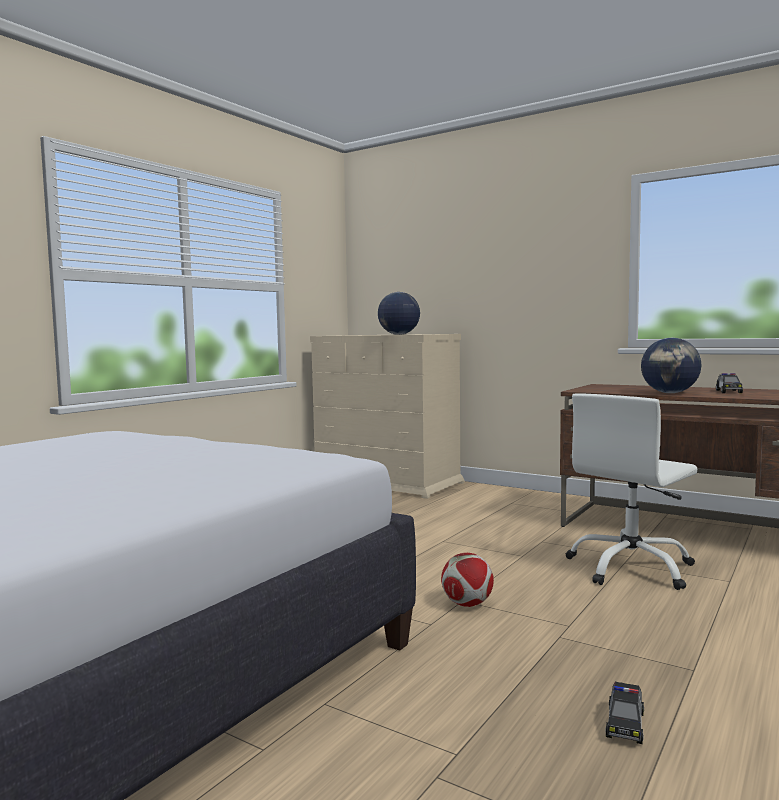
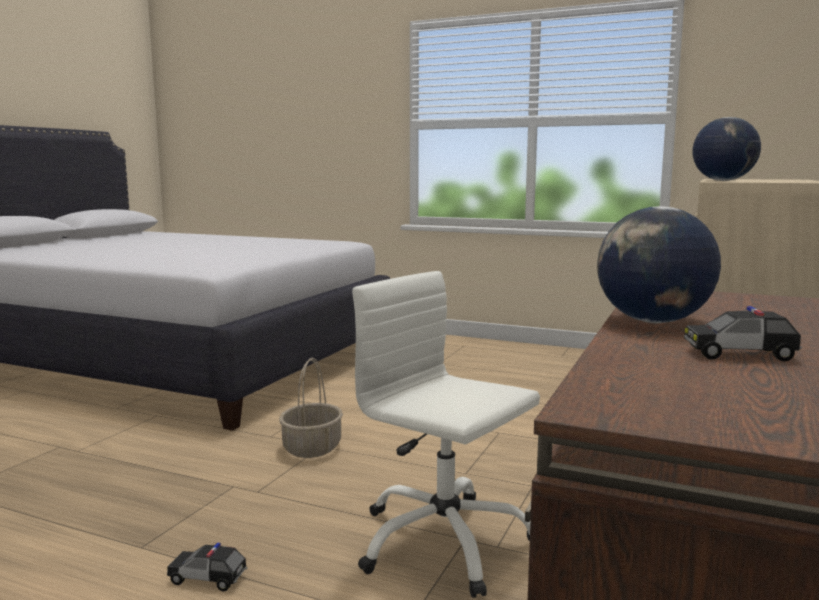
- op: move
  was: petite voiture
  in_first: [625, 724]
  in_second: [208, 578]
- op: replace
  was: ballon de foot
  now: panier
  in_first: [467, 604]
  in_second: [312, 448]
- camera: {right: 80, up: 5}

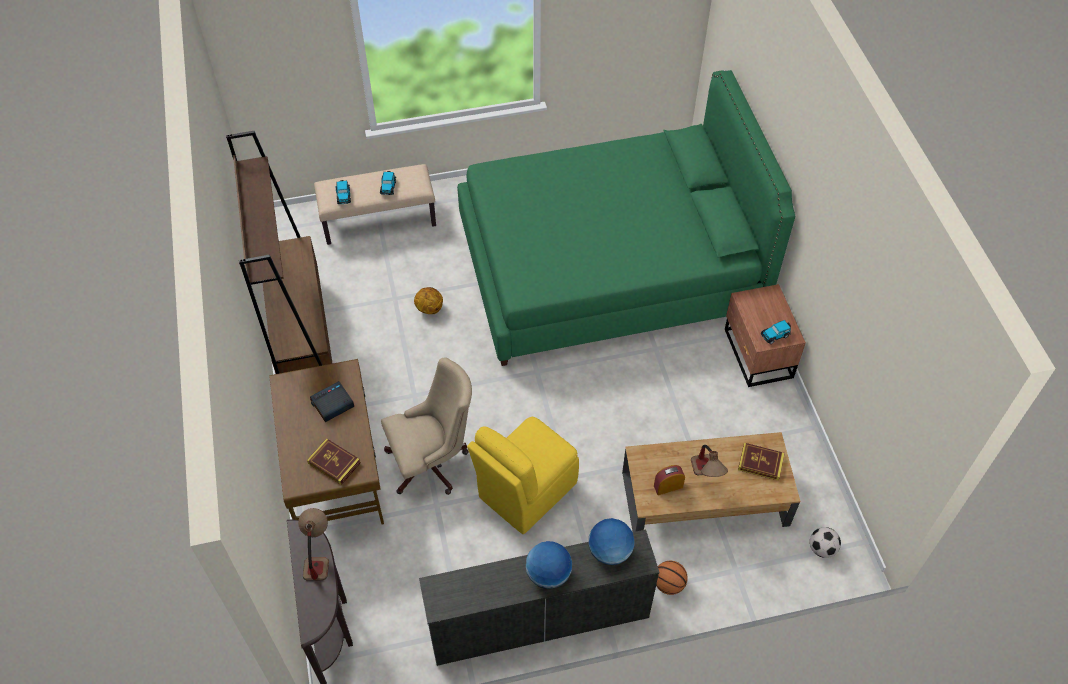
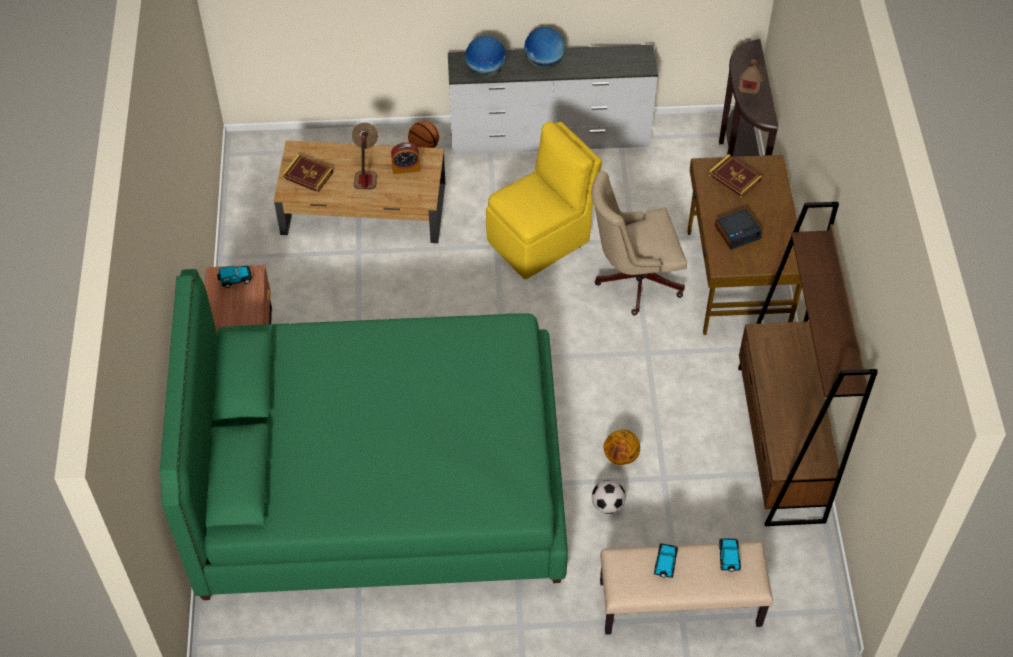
- op: move
  was: ballon de foot
  in_first: [822, 549]
  in_second: [607, 505]
- camera: {right: -170, up: 0}

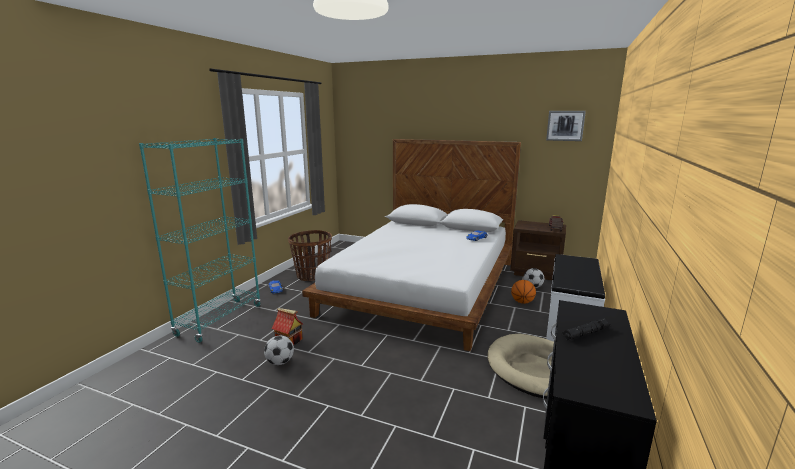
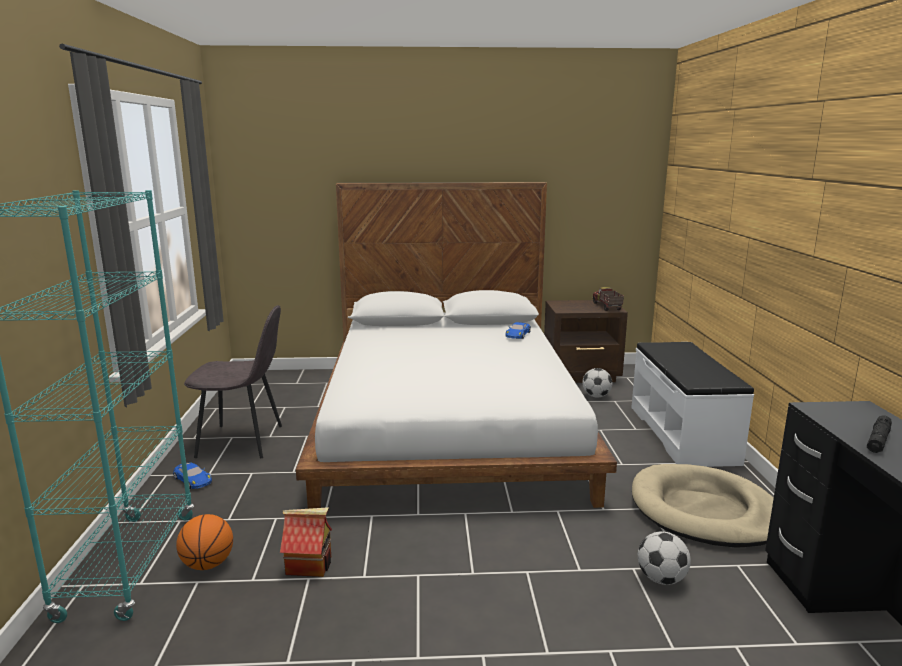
- op: move
  was: ballon de basket
  in_first: [522, 302]
  in_second: [208, 564]
- op: replace
  was: panier
  now: chaise (gris)
  in_first: [312, 275]
  in_second: [243, 441]
- op: move
  was: ballon de foot
  in_first: [280, 362]
  in_second: [661, 579]
- op: delete
  was: tableau
  in_first: [565, 125]
- camera: {right: -25, up: 0}

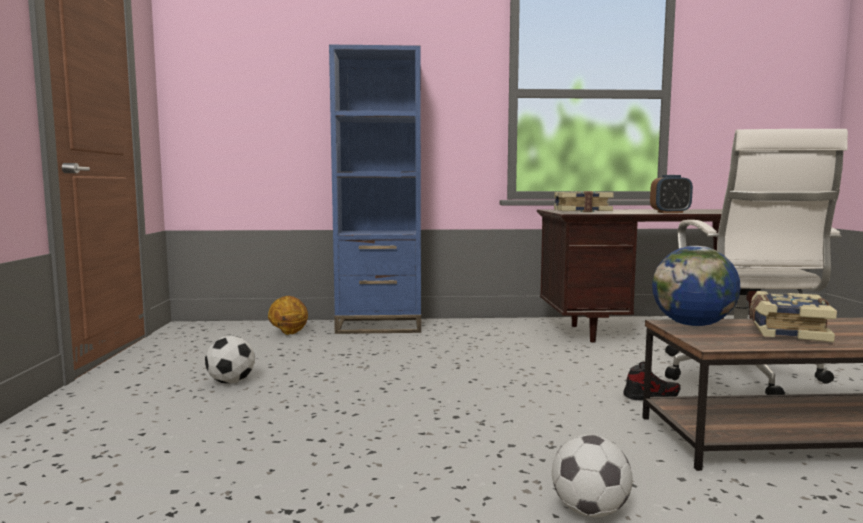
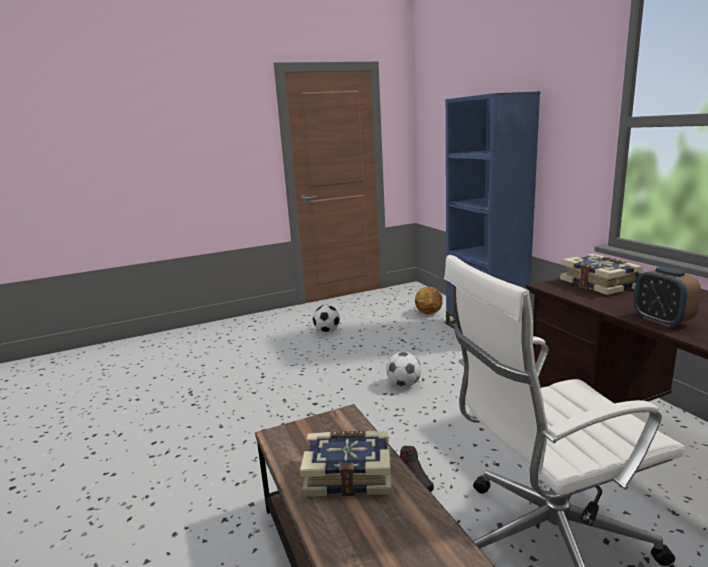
- op: move
  was: ballon de foot
  in_first: [590, 511]
  in_second: [404, 384]
- op: delete
  was: globe
  in_first: [693, 325]
- camera: {right: 70, up: 10}

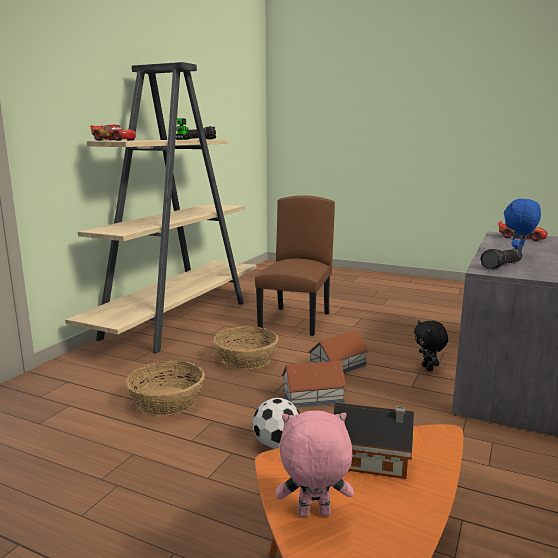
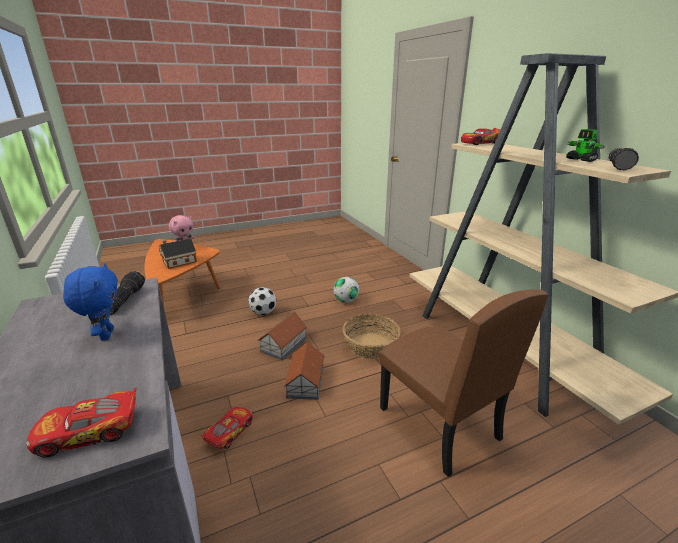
- op: replace
  was: peluche (noir)
  now: petite voiture
  in_first: [428, 368]
  in_second: [229, 432]
- op: replace
  was: panier
  now: ballon de foot
  in_first: [166, 401]
  in_second: [346, 300]
- camera: {right: 130, up: 10}

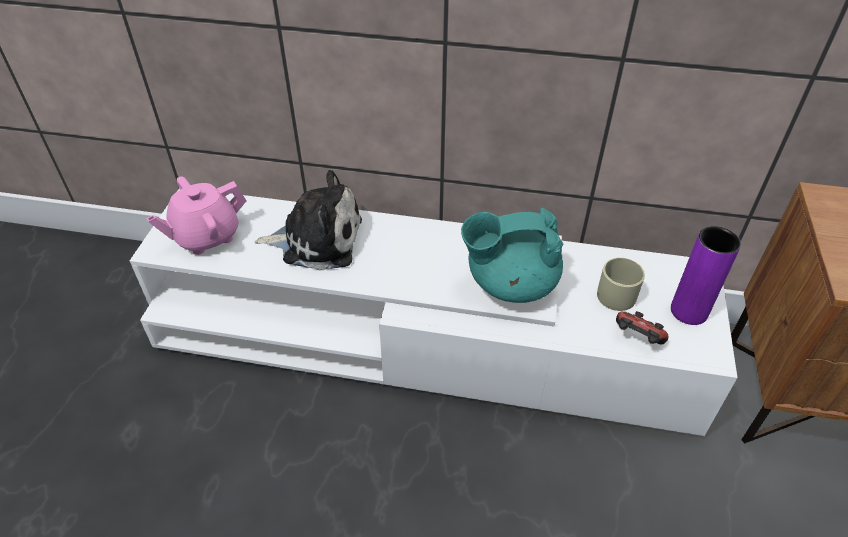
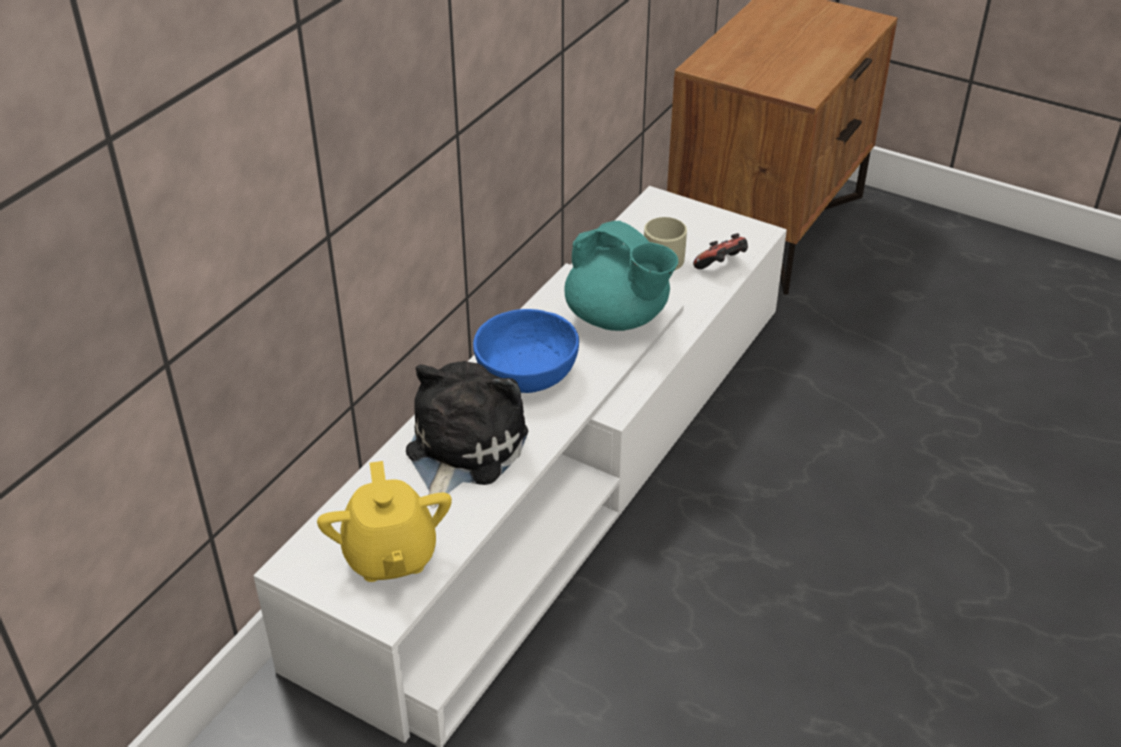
- op: recolor
  was: théière (rose)
  now: théière (jaune)
  in_first: [206, 236]
  in_second: [390, 555]
- op: insert
  now: bol (bleu)
  in_second: [526, 372]
- op: rotate
  was: théière (turquoise)
  in_first: [510, 283]
  in_second: [618, 317]
  clockwise: -60
- op: delete
  was: vase (violet)
  in_first: [689, 311]
- camera: {right: -70, up: -5}

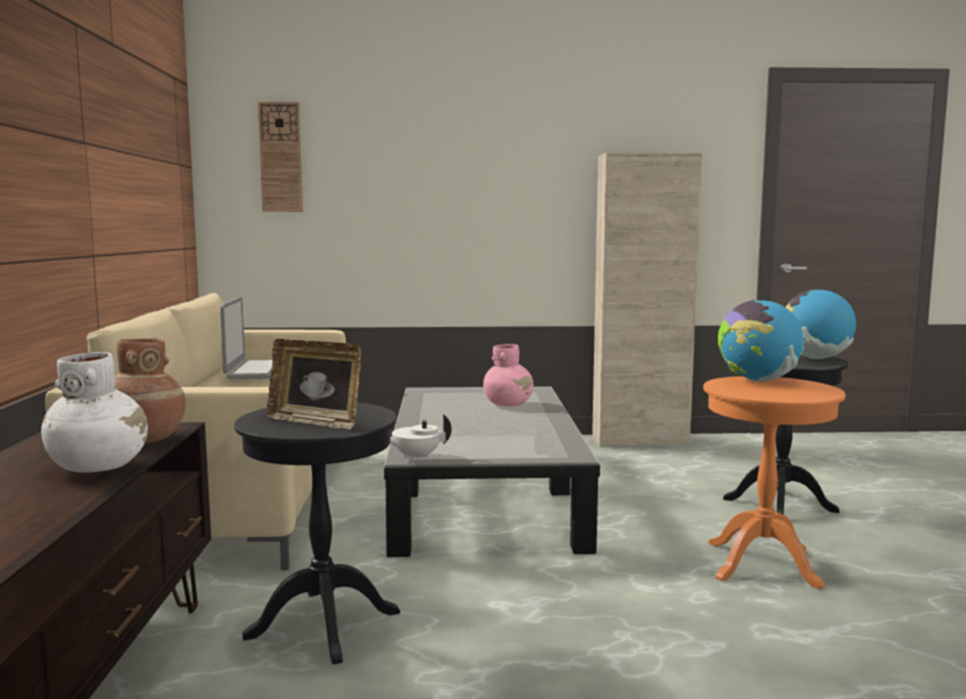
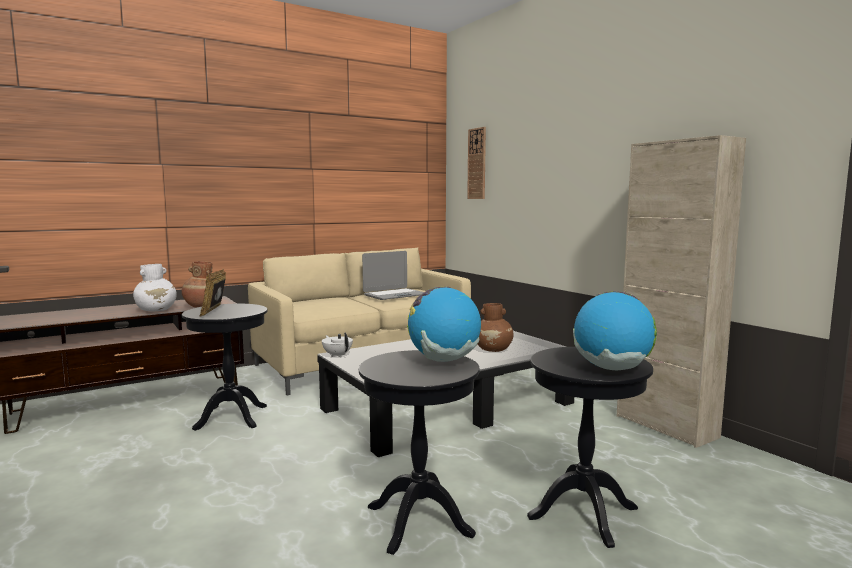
- op: recolor
  was: table d'appoint (orange)
  now: table d'appoint (noir)
  in_first: [762, 564]
  in_second: [419, 520]
- op: recolor
  was: vase (rose)
  now: vase (marron)
  in_first: [508, 405]
  in_second: [493, 350]
- camera: {right: 60, up: 0}

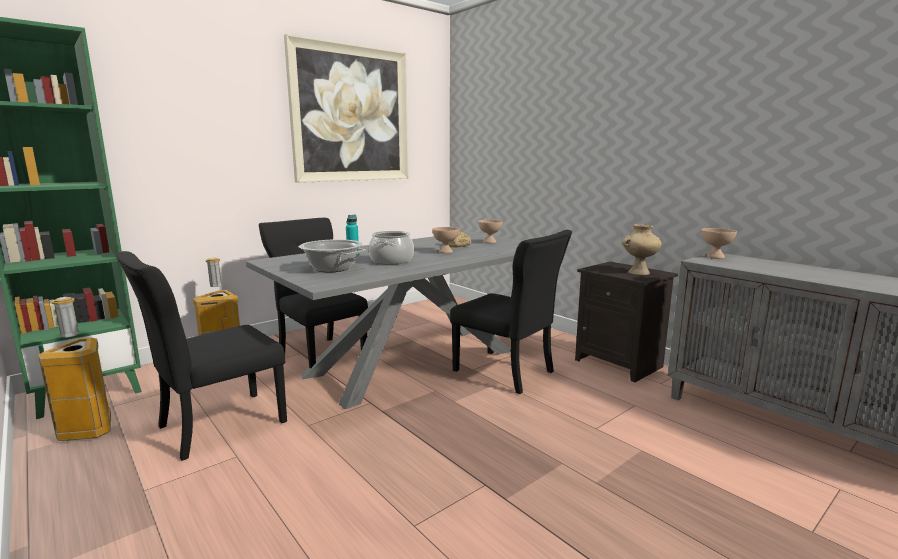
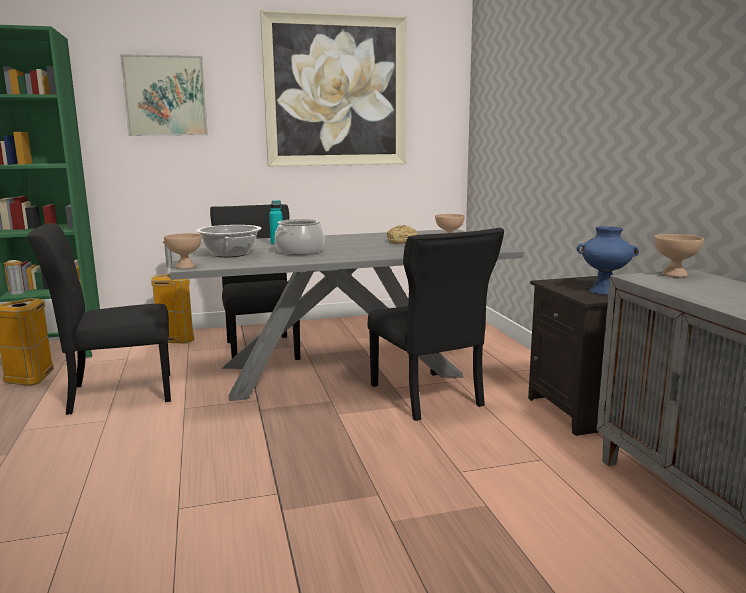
- op: insert
  now: tableau
  in_second: [165, 96]
- op: move
  was: bol (beige)
  in_first: [445, 252]
  in_second: [184, 267]
- op: recolor
  was: vase (beige)
  now: vase (bleu)
  in_first: [639, 272]
  in_second: [604, 291]
- camera: {right: 25, up: 0}

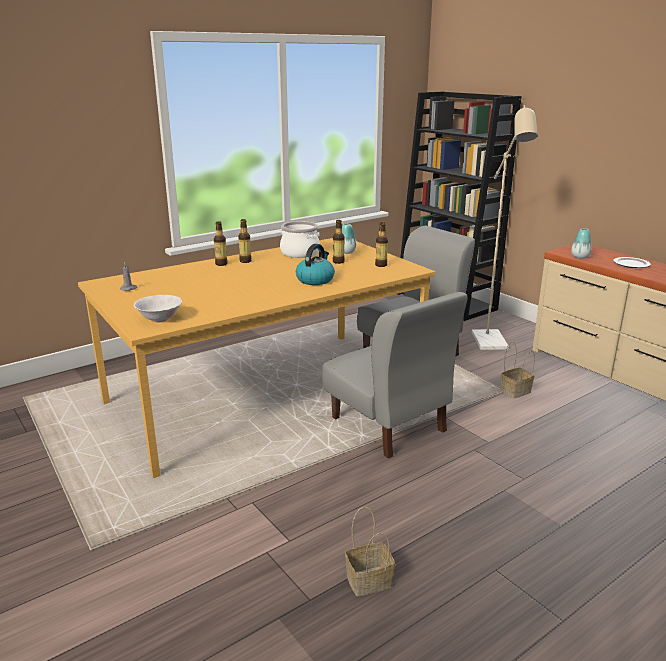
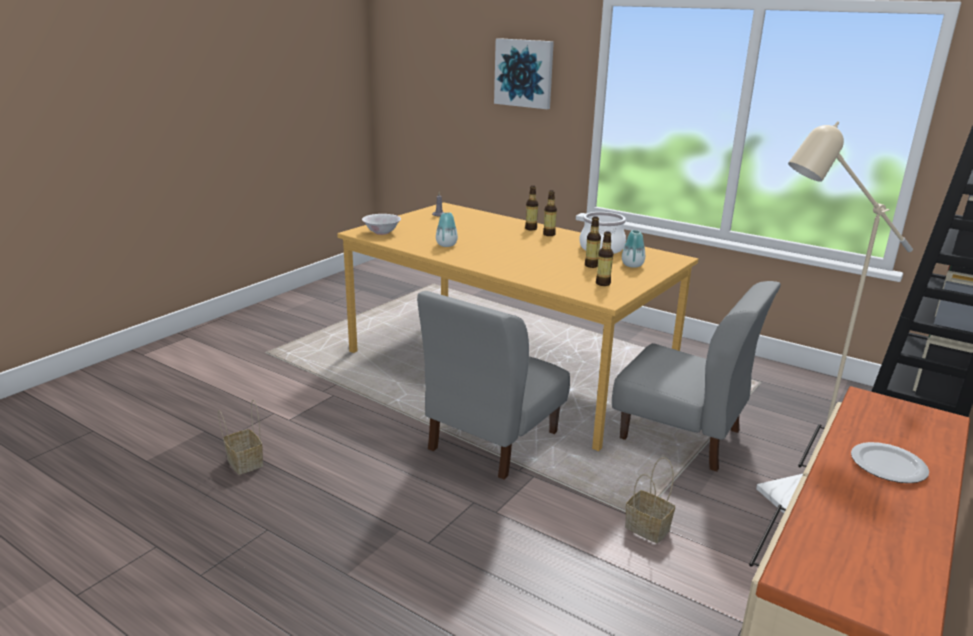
- op: move
  was: vase
  in_first: [580, 257]
  in_second: [446, 245]
- op: insert
  now: tableau
  in_second: [524, 73]
- op: delete
  was: bouilloire
  in_first: [315, 280]
- camera: {right: 70, up: 0}

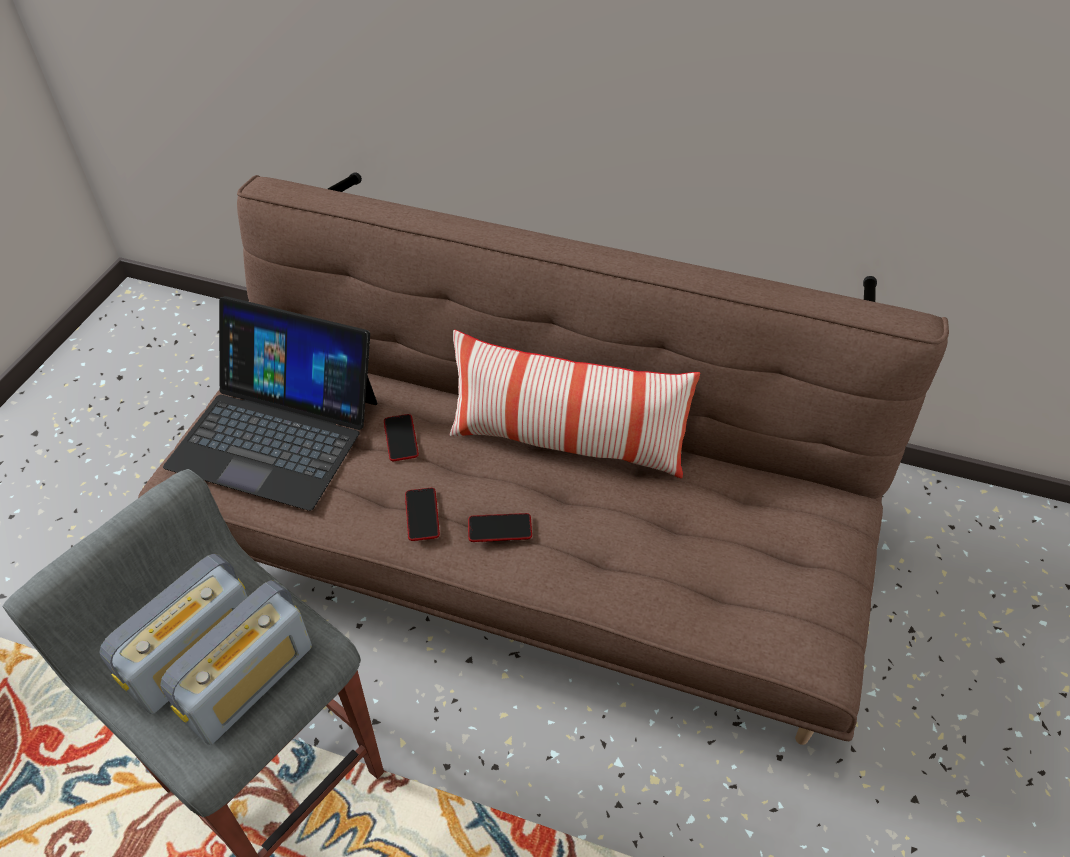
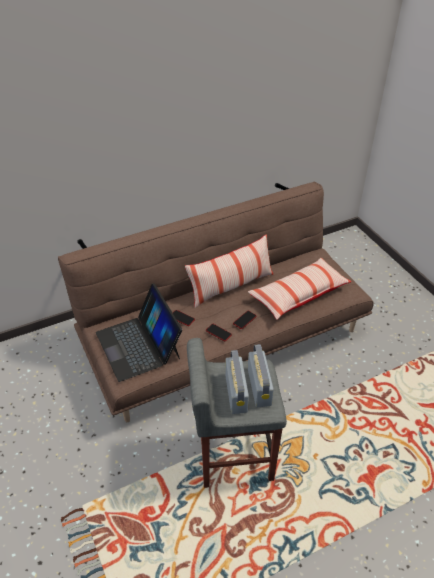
- op: rotate
  was: ordinateur portable
  in_first: [276, 432]
  in_second: [139, 345]
  clockwise: 90
- op: insert
  now: coussin
  in_second: [299, 295]
- camera: {right: -45, up: -5}

